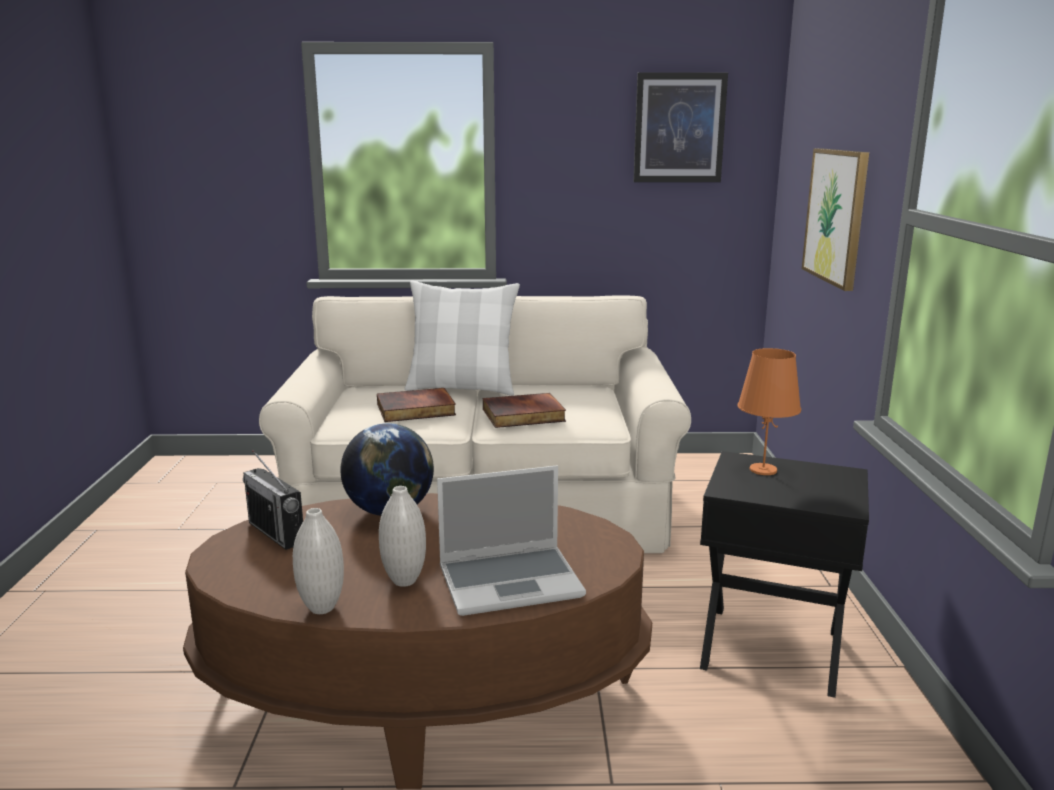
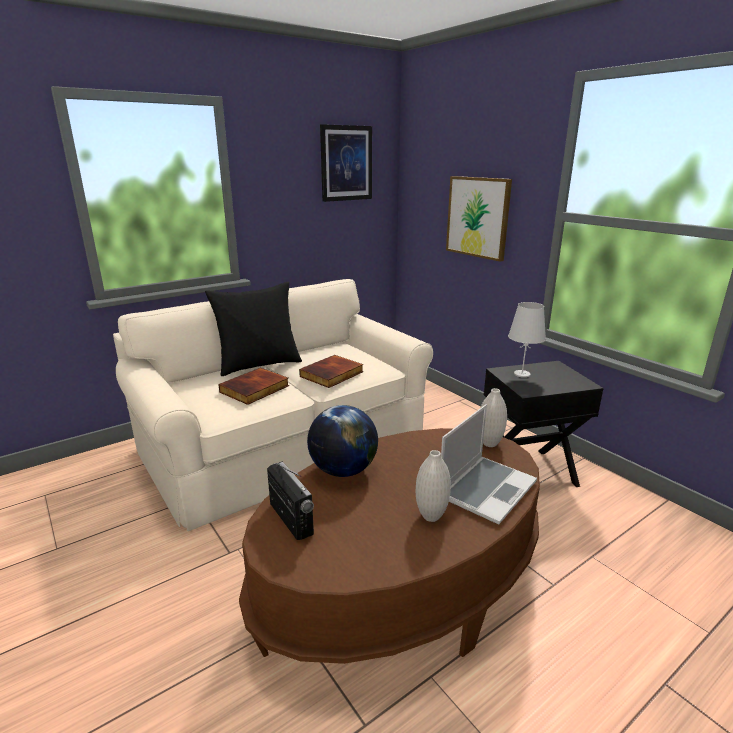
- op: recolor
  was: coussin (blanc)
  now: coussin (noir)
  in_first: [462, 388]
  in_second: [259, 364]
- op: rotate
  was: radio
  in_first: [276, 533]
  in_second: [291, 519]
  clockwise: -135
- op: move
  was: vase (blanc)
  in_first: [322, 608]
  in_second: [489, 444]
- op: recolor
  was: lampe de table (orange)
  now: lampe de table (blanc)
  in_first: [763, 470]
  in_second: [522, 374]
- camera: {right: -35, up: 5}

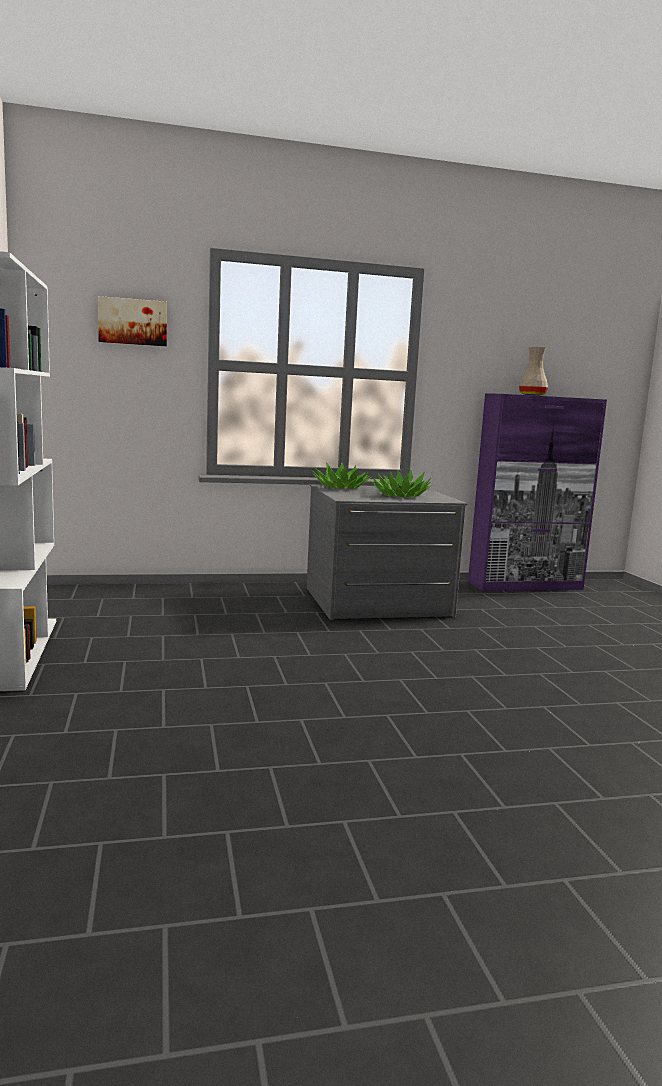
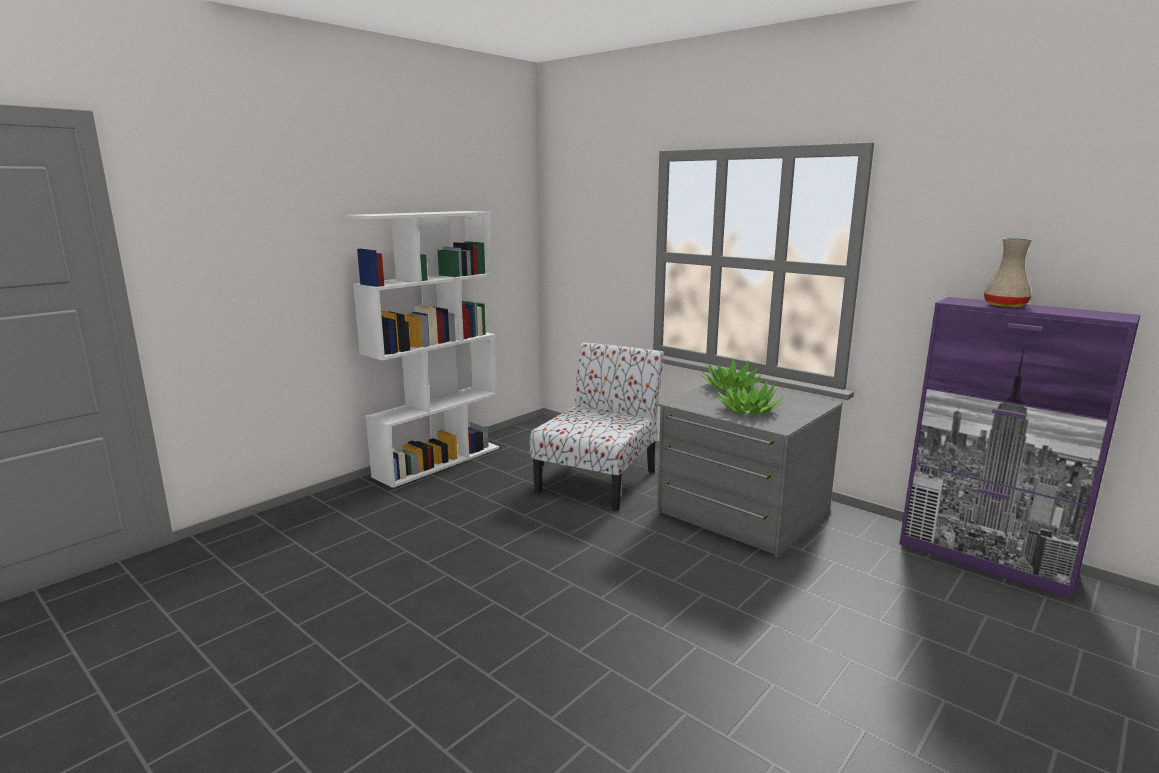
- op: insert
  now: chaise
  in_second: [598, 480]
- op: delete
  was: tableau
  in_first: [133, 322]
- camera: {right: 55, up: 5}

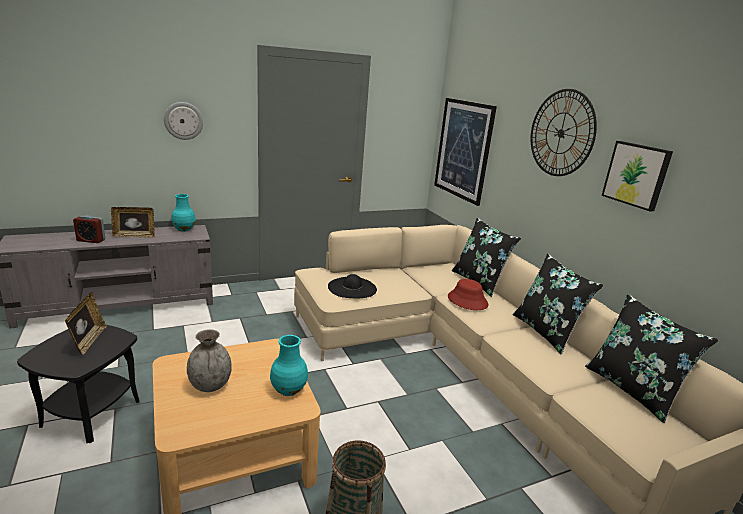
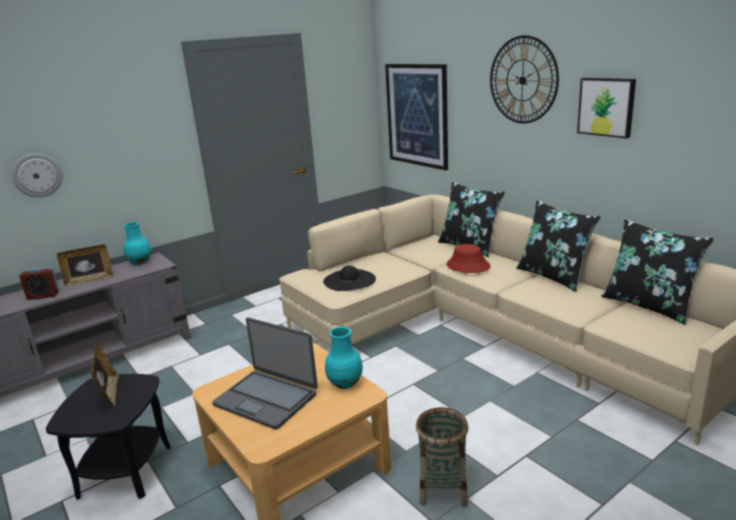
- op: move
  was: horloge murale
  in_first: [183, 121]
  in_second: [37, 175]
- op: replace
  was: vase (gris)
  now: ordinateur portable
  in_first: [210, 385]
  in_second: [266, 399]
- camera: {right: -10, up: 0}

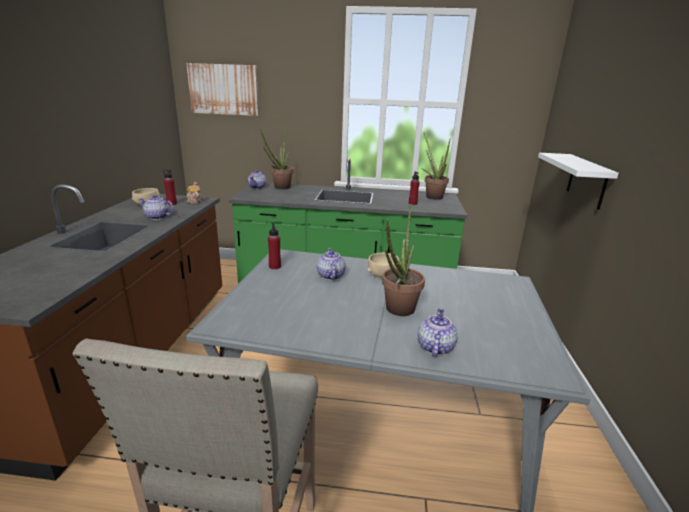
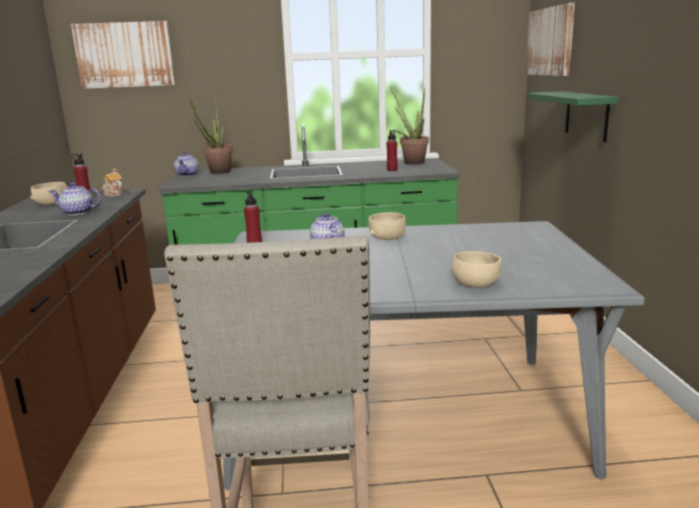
- op: replace
  was: théière
  now: bol (beige)
  in_first: [434, 347]
  in_second: [476, 283]
- op: insert
  now: tableau
  in_second: [550, 41]
- op: recolor
  was: étagère (blanc)
  now: étagère (vert)
  in_first: [587, 181]
  in_second: [586, 115]
- op: delete
  was: plante en pot
  in_first: [397, 311]
- camera: {right: -10, up: -5}

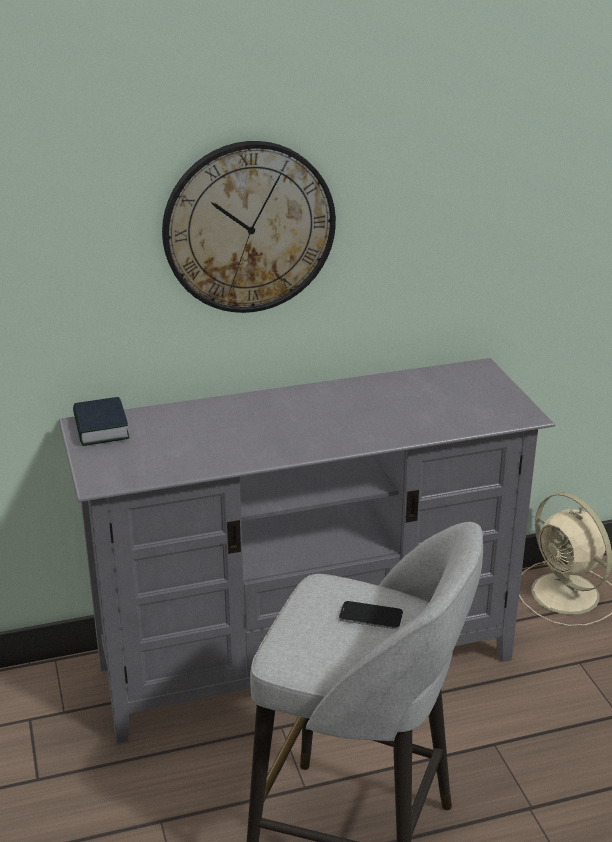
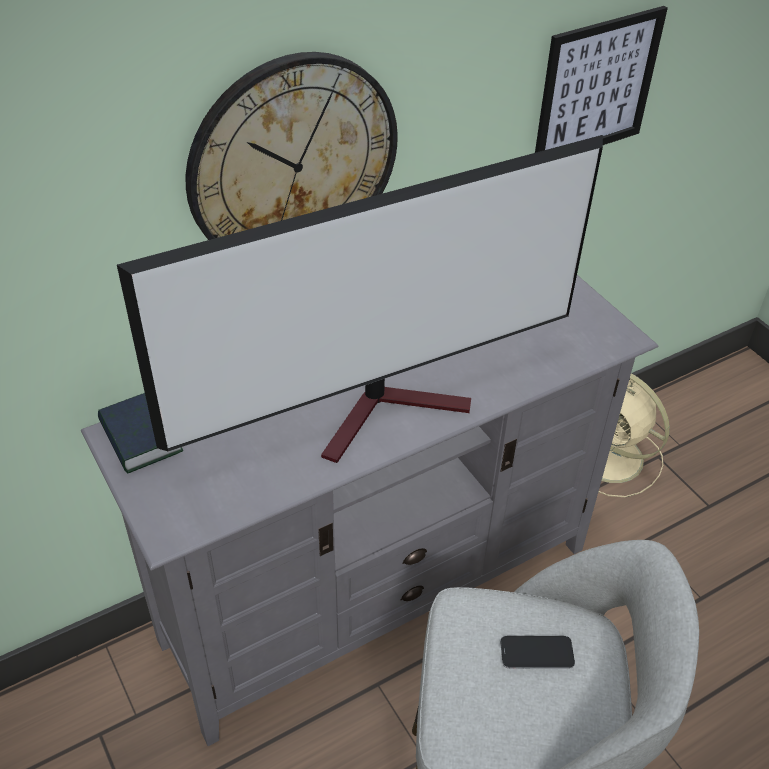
- op: insert
  now: téléviseur
  in_second: [390, 410]
- op: insert
  now: tableau
  in_second: [596, 87]
- camera: {right: -15, up: 15}

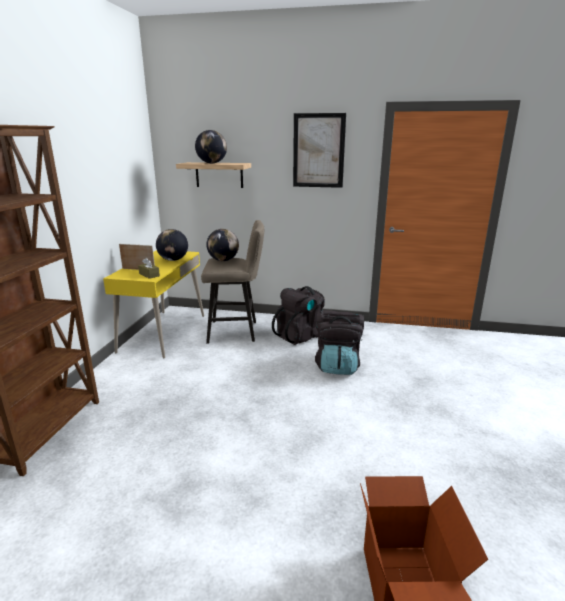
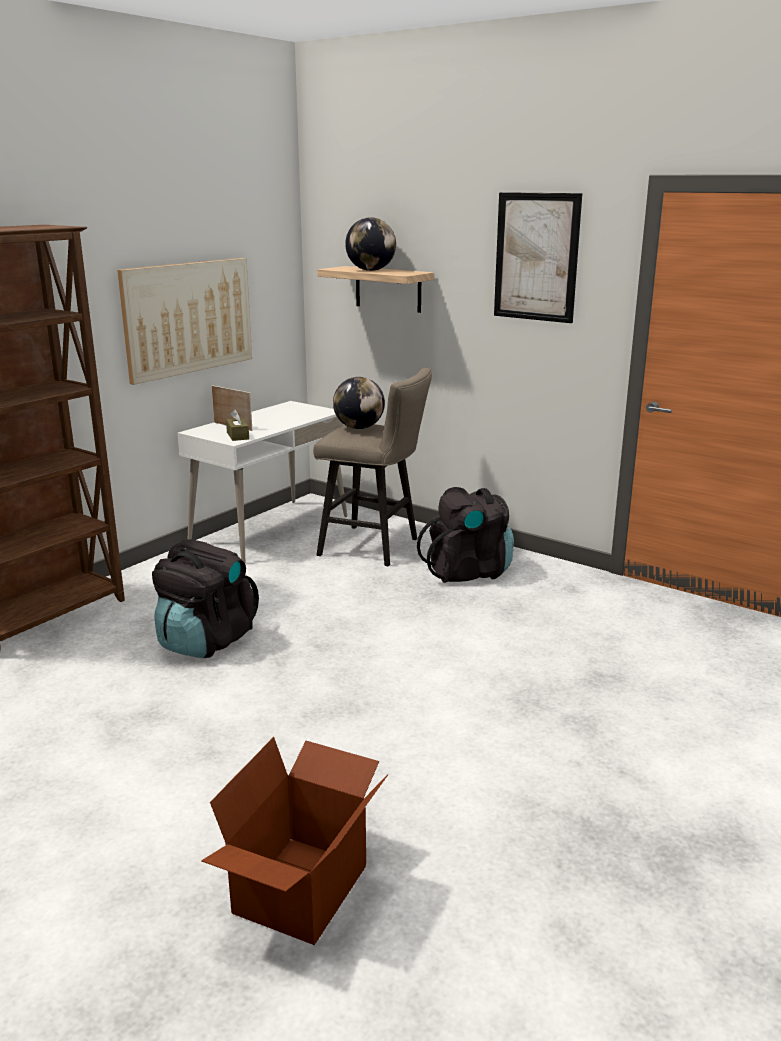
- op: insert
  now: tableau
  in_second: [188, 317]
- op: move
  was: sac à dos (noir)
  in_first: [337, 365]
  in_second: [206, 640]
- op: recolor
  was: bureau (jaune)
  now: bureau (blanc)
  in_first: [163, 333]
  in_second: [270, 530]
- op: delete
  was: globe
  in_first: [173, 260]
- camera: {right: 25, up: 0}

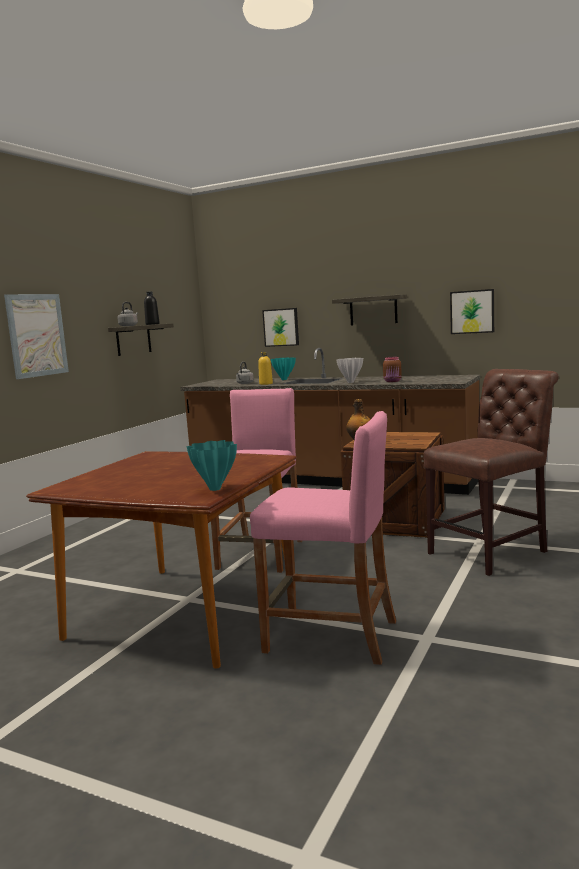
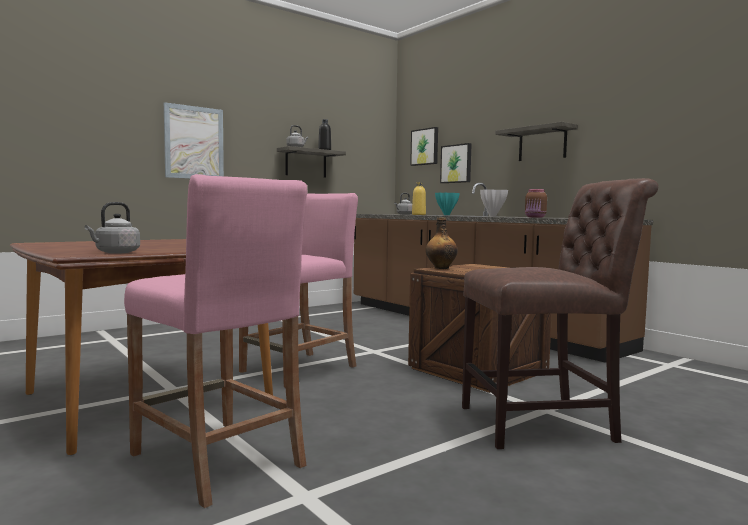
- op: replace
  was: vase (turquoise)
  now: bouilloire (gris)
  in_first: [215, 489]
  in_second: [115, 252]
- op: move
  was: tableau
  in_first: [472, 311]
  in_second: [425, 147]
- camera: {right: 25, up: -5}

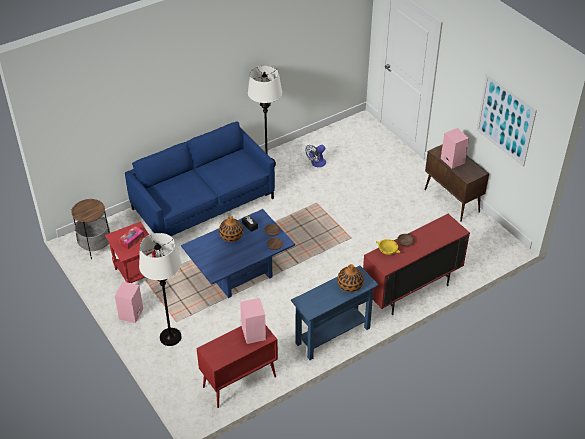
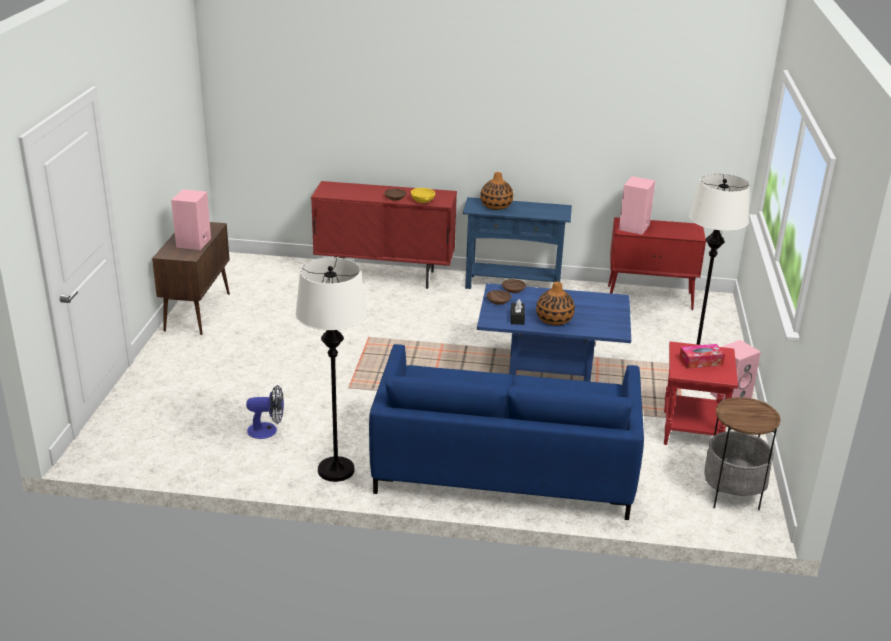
- op: delete
  was: tableau
  in_first: [505, 120]
- camera: {right: -140, up: -15}

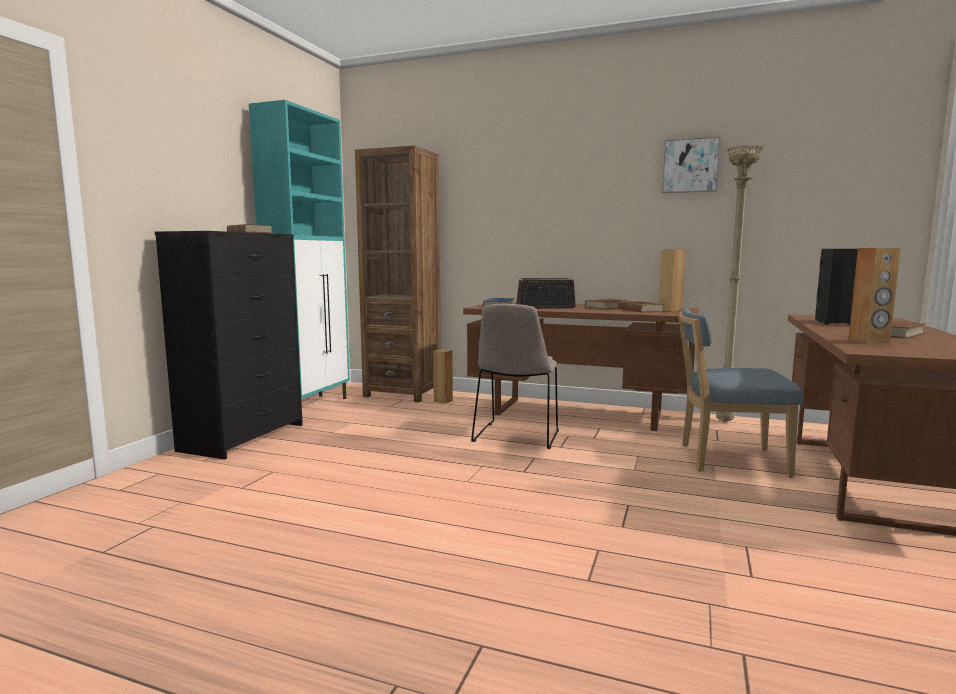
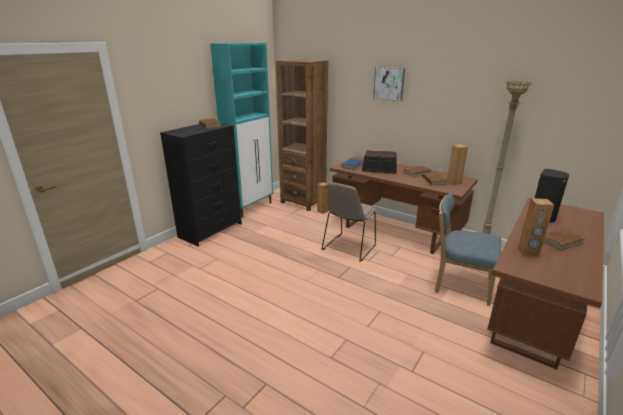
- op: move
  was: tableau
  in_first: [690, 165]
  in_second: [389, 83]
- camera: {right: 15, up: 15}

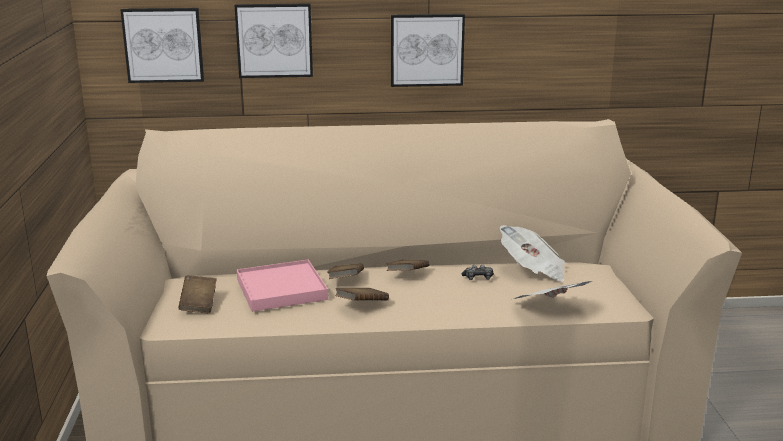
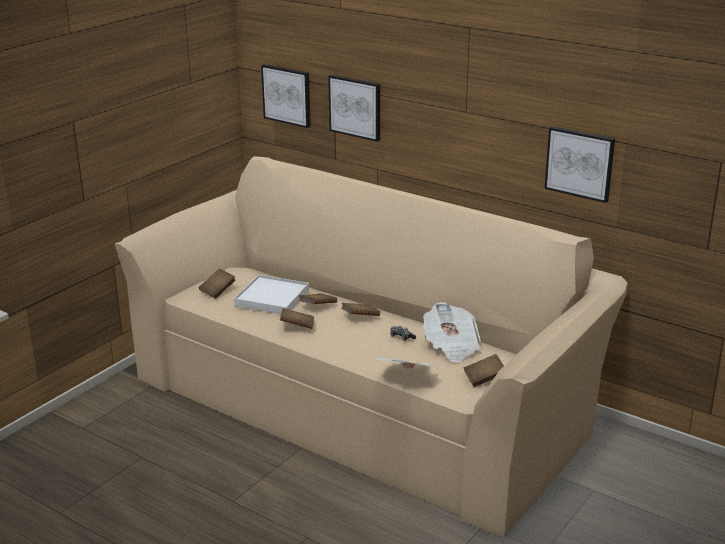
- op: recolor
  was: plateau (rose)
  now: plateau (blanc)
  in_first: [281, 289]
  in_second: [272, 298]
- op: insert
  now: livre (marron)
  in_second: [484, 379]
- op: move
  was: tableau
  in_first: [426, 50]
  in_second: [580, 163]
- camera: {right: 40, up: 5}

